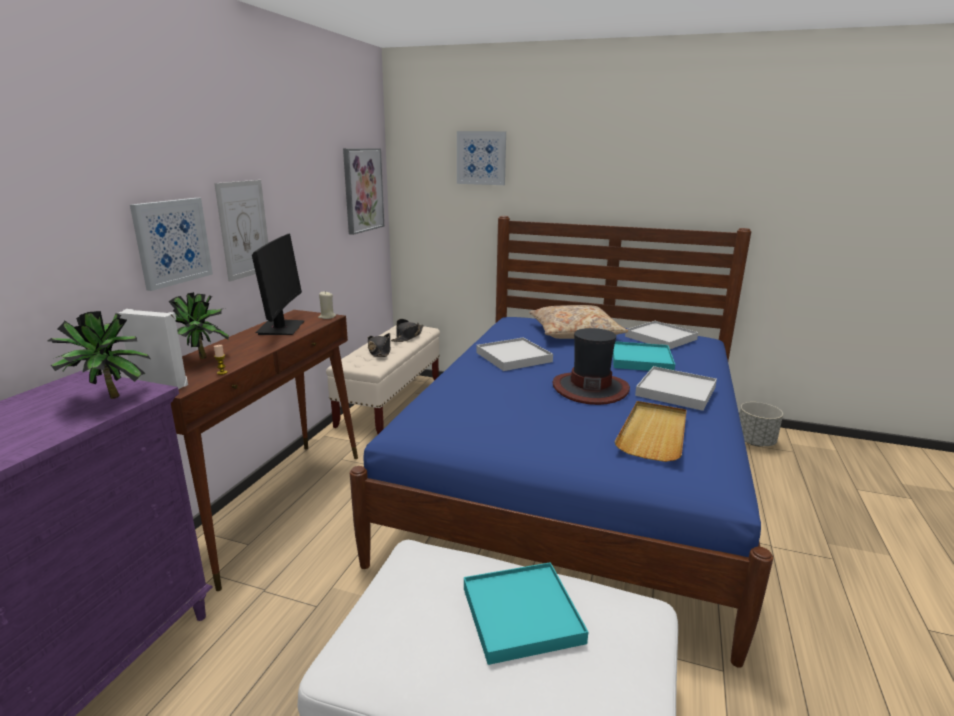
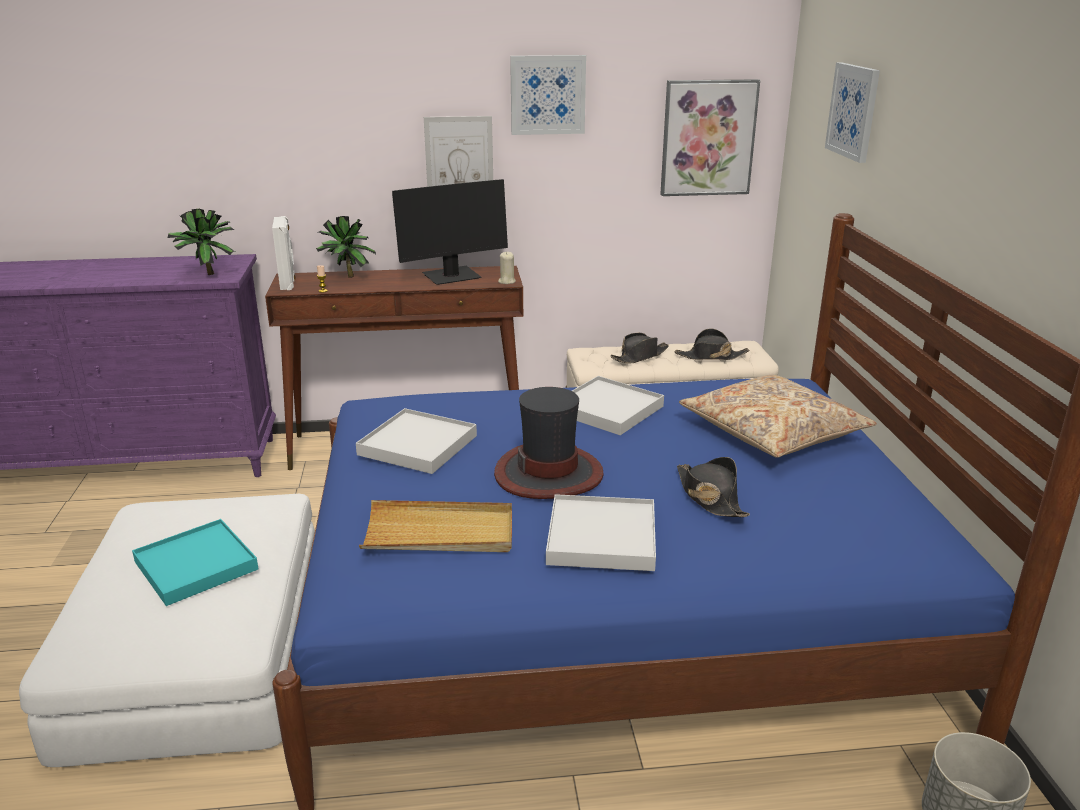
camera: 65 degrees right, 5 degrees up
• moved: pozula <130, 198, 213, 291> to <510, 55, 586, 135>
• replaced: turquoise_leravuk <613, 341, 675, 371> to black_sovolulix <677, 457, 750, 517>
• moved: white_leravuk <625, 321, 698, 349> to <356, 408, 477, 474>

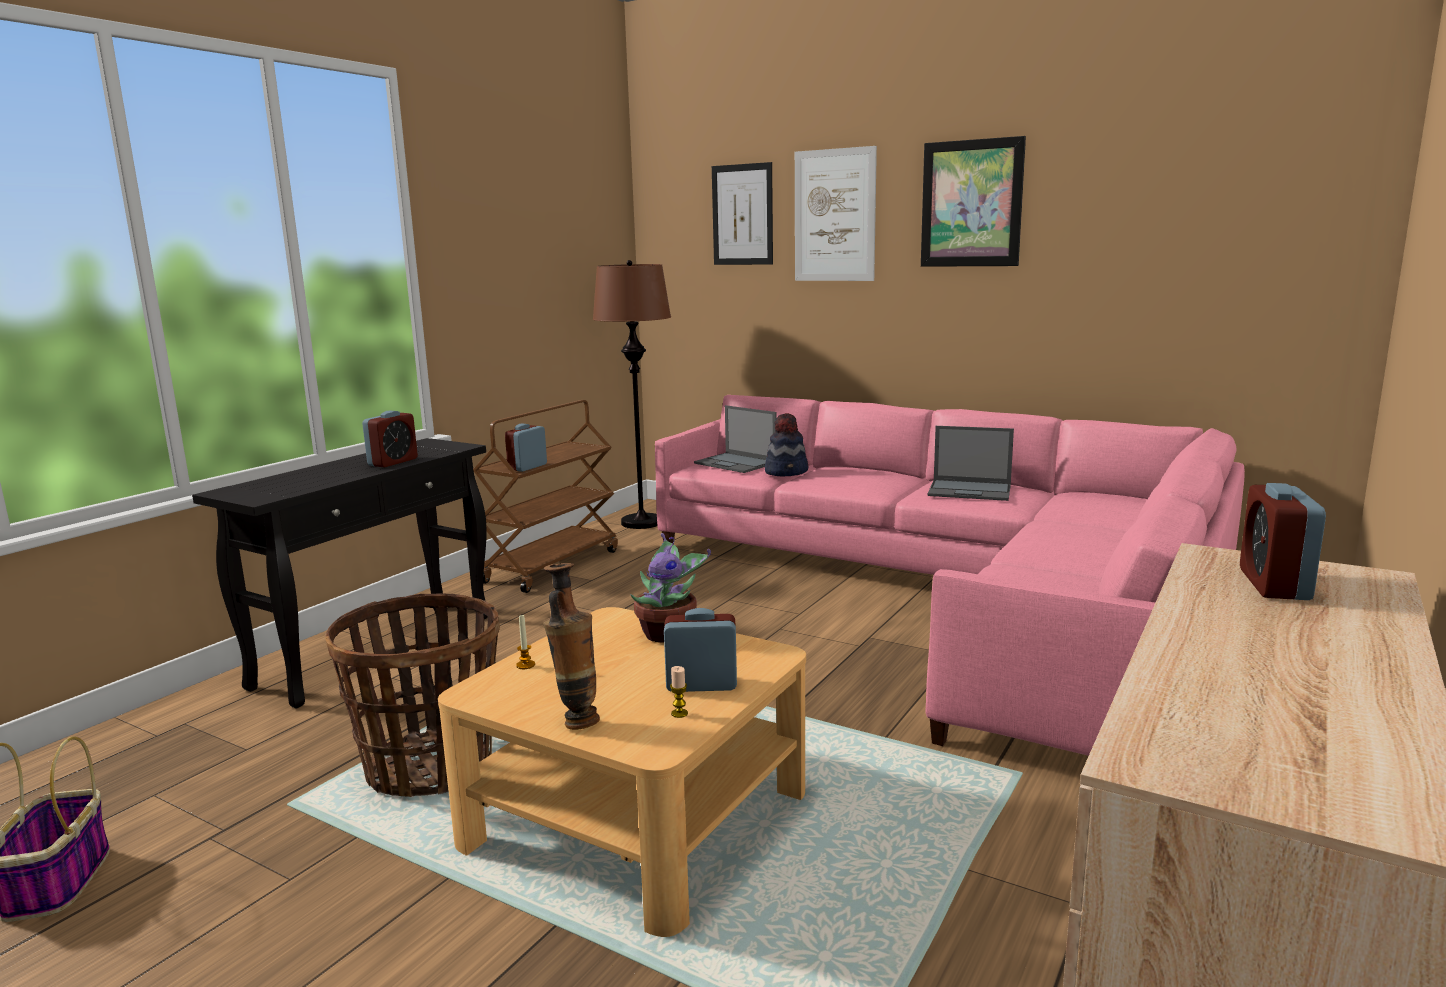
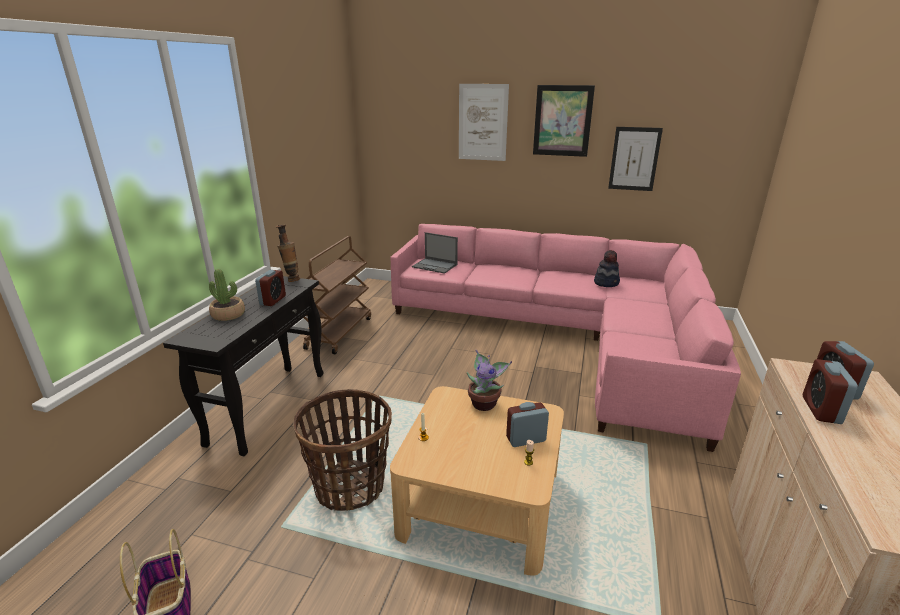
camera: 15 degrees left, 10 degrees up
• moved: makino <505, 424, 547, 472> to <803, 359, 858, 424>
• moved: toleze <543, 563, 600, 730> to <276, 225, 300, 282>
• removed: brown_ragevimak <593, 260, 671, 529>
• moved: pozula <712, 162, 773, 265> to <608, 127, 663, 191>
• moved: sovolulix <765, 413, 808, 476> to <594, 250, 620, 287>
• removed: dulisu <928, 426, 1014, 501>
• added: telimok <209, 269, 245, 321>

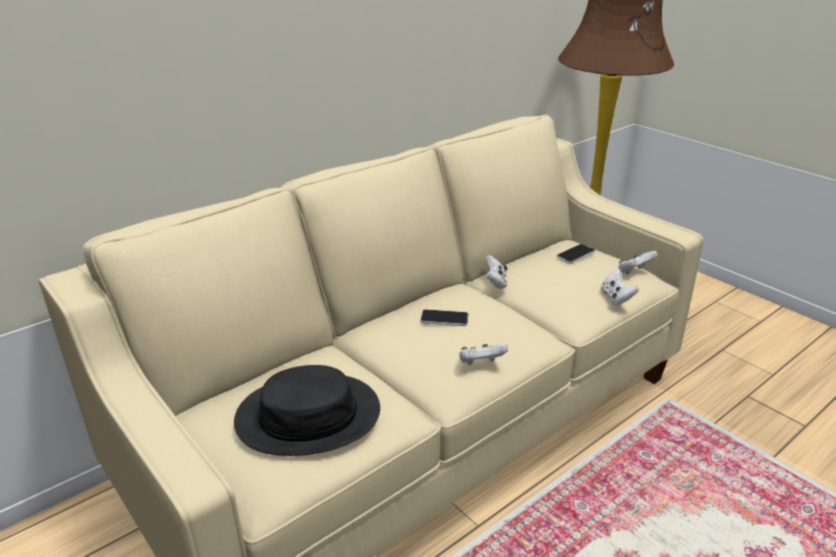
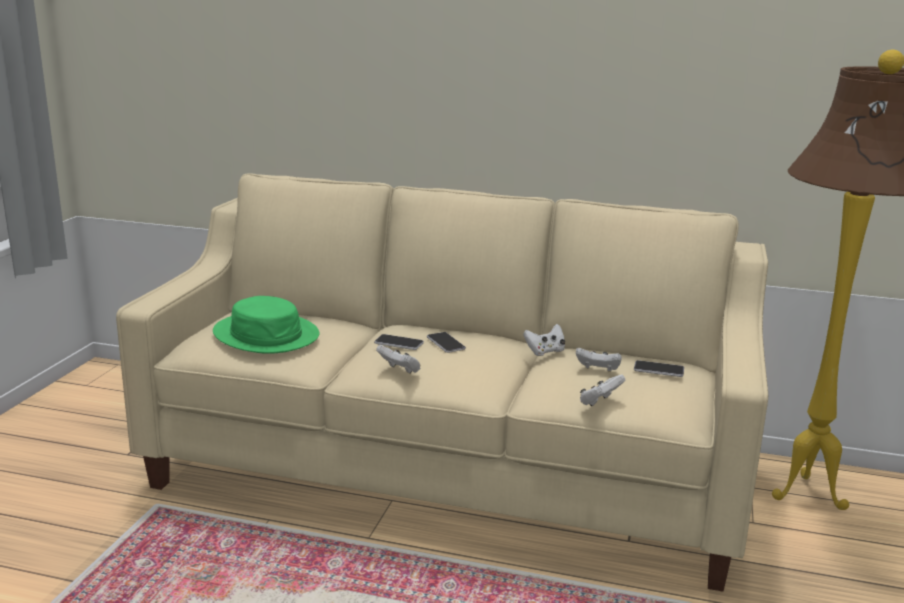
camera: 55 degrees right, 10 degrees down
• recoloured: black_sovolulix <234, 365, 380, 456> to green_sovolulix <213, 296, 320, 354>
• moved: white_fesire <618, 251, 657, 274> to <576, 348, 622, 372>
• added: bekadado <374, 334, 424, 350>

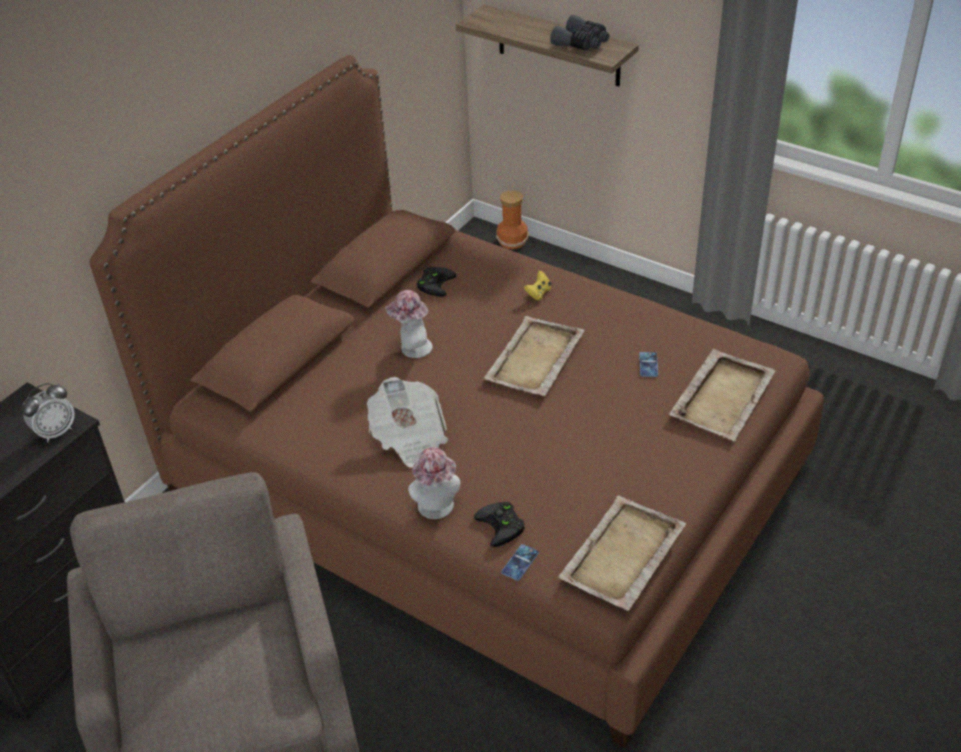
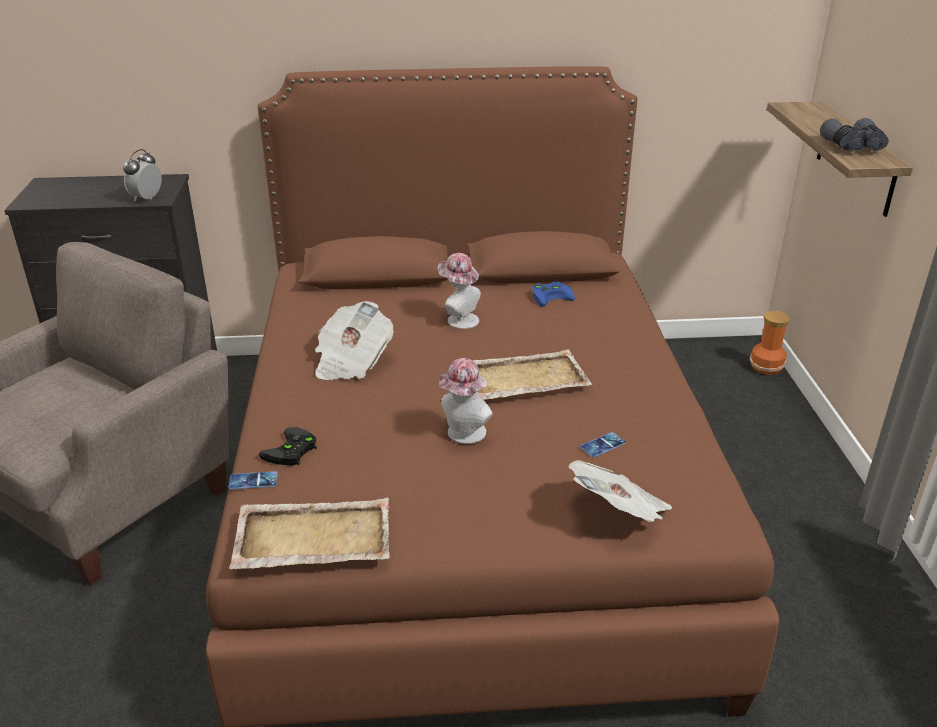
camera: 50 degrees right, 10 degrees down
• turned: makino <21, 383, 75, 442> = <123, 149, 162, 201> 105 degrees clockwise
• moved: sovolulix <408, 447, 460, 519> to <439, 358, 493, 444>
• recoloured: black_fesire <417, 267, 456, 297> to blue_fesire <533, 282, 575, 306>
• removed: yellow_fesire <524, 271, 552, 300>
• replaced: beige_leravuk <669, 349, 776, 441> to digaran <569, 460, 672, 522>

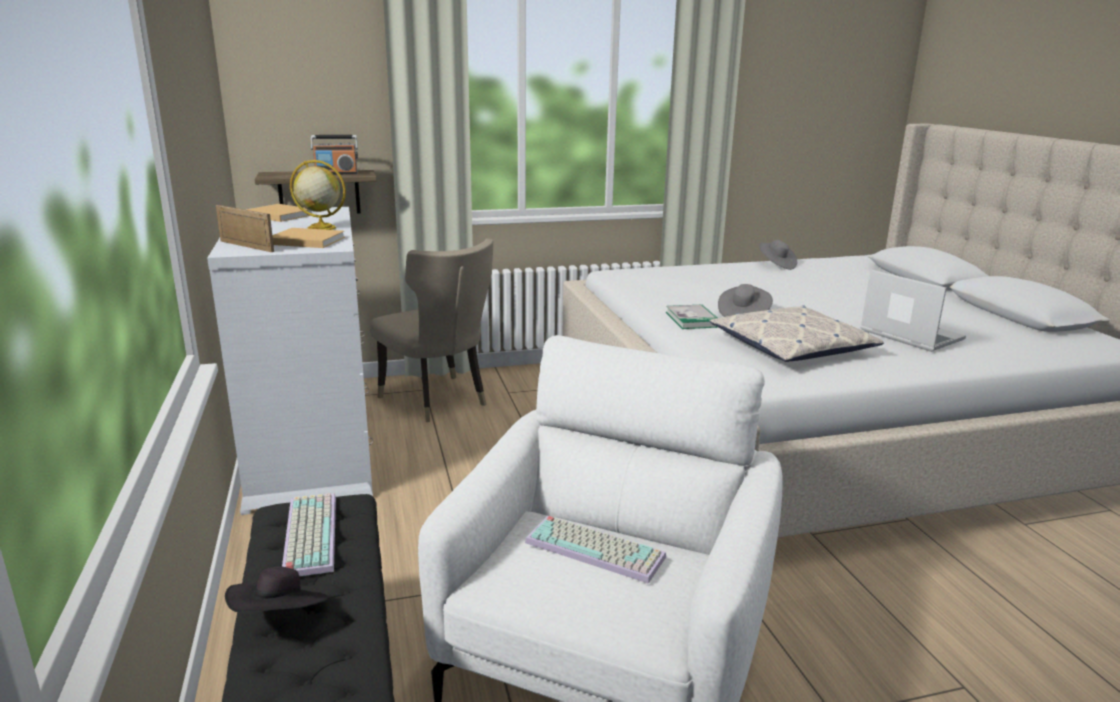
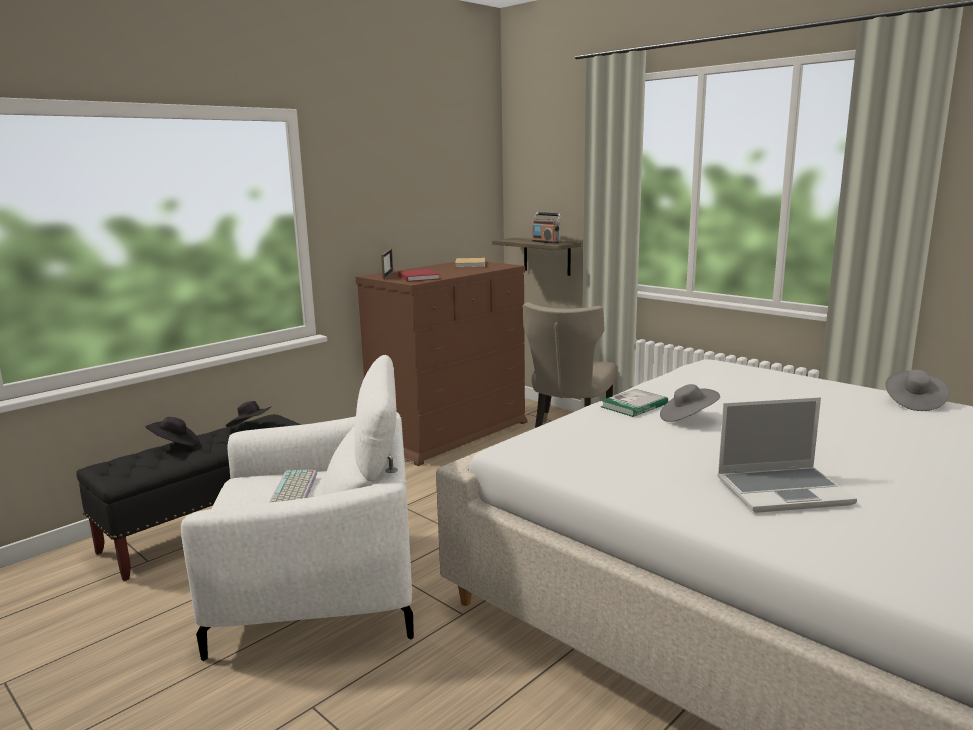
camera: 60 degrees right, 5 degrees down
• recoloured: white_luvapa <207, 207, 373, 515> to brown_luvapa <356, 261, 527, 466>
• recoloured: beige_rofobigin <272, 228, 345, 248> to red_rofobigin <398, 269, 440, 282>
• replaced: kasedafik <282, 493, 336, 576> to black_sovolulix <226, 401, 271, 427>
• removed: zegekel <290, 160, 346, 230>
• removed: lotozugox <710, 305, 884, 362>
• turned: dulisu <860, 269, 966, 352> = <717, 397, 857, 513> 60 degrees clockwise

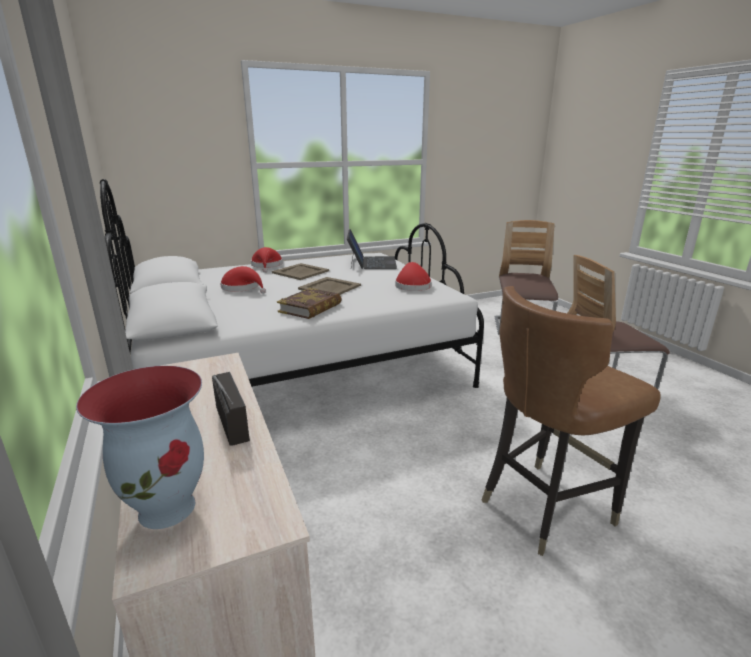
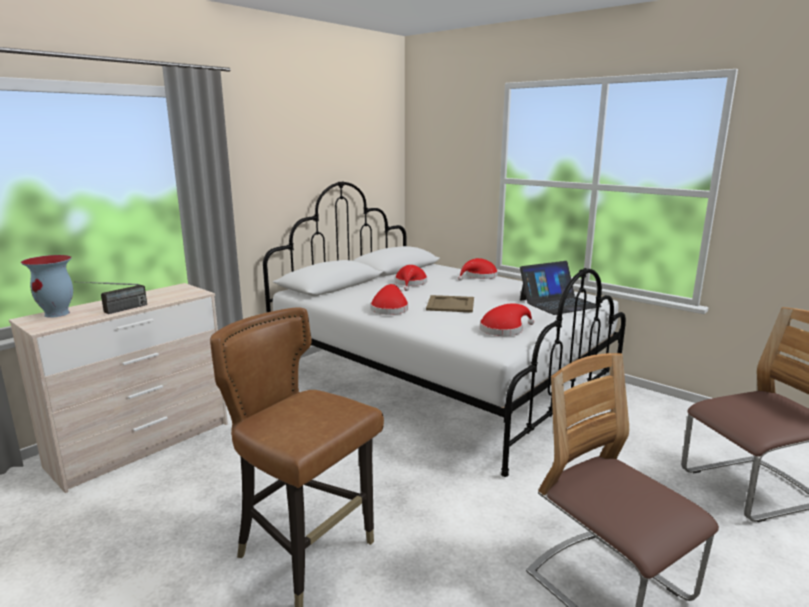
camera: 65 degrees right, 5 degrees down
• removed: beige_leravuk <272, 263, 329, 280>
• replaced: rofobigin <277, 288, 342, 319> to red_sovolulix <370, 284, 408, 315>

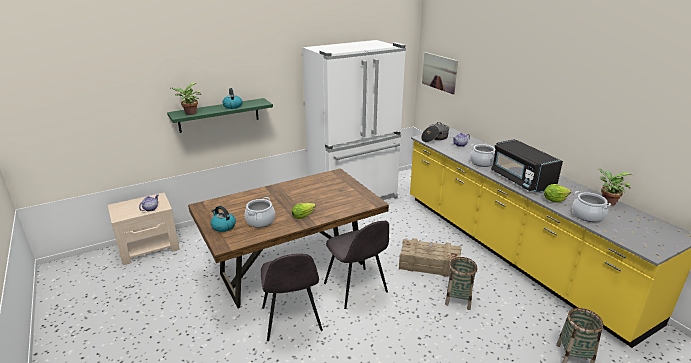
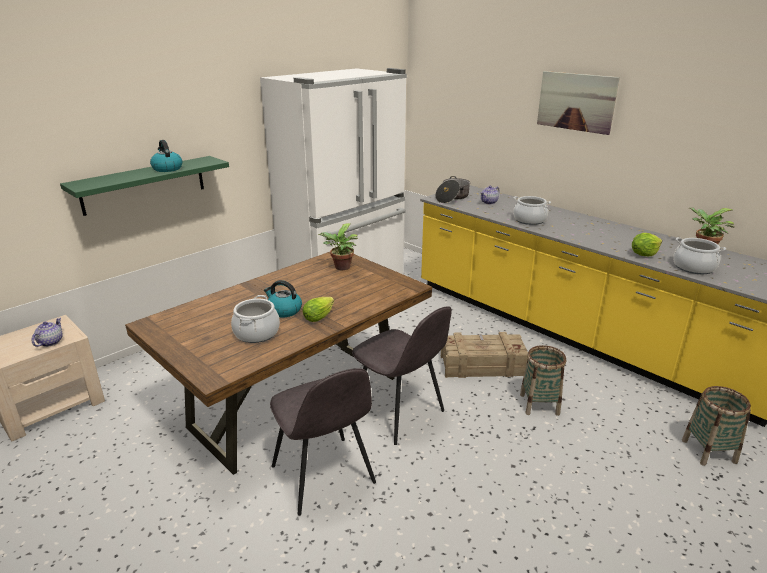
camera: 15 degrees left, 0 degrees up
• moved: telimok <171, 83, 201, 115> to <318, 223, 358, 270>
• moved: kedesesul <211, 206, 236, 232> to <264, 280, 302, 317>
• moved: pozula <422, 52, 458, 94> to <537, 71, 620, 135>
• removed: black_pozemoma <491, 139, 563, 193>

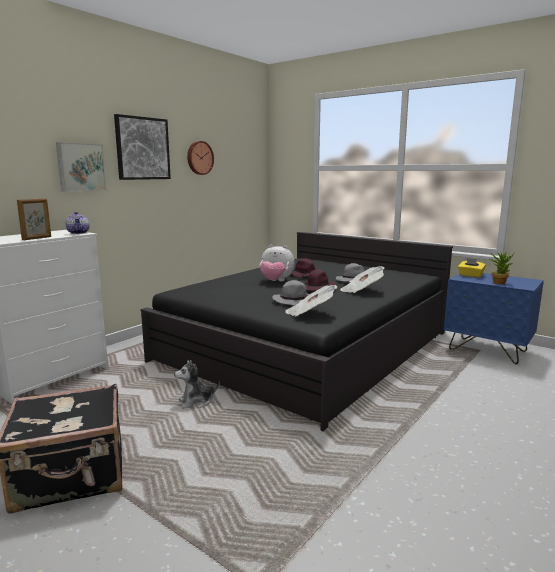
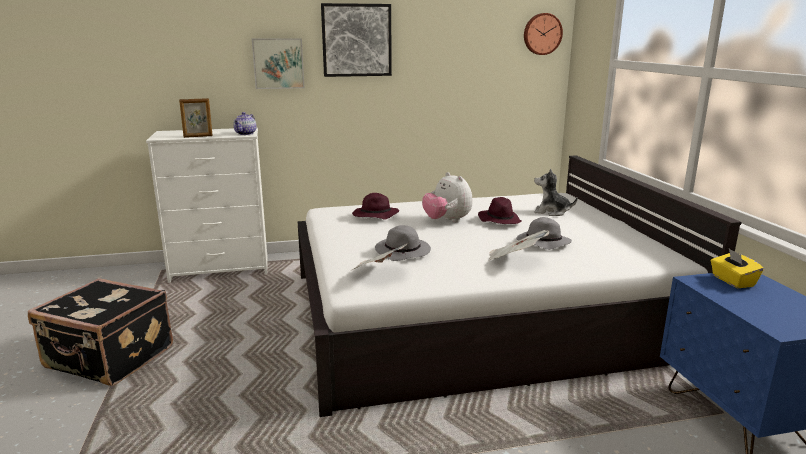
camera: 40 degrees right, 5 degrees up
• recoloured: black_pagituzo <140, 232, 453, 432> to white_pagituzo <297, 155, 742, 417>
• moved: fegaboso <174, 360, 220, 409> to <534, 169, 578, 216>
• moved: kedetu <187, 141, 214, 175> to <524, 13, 563, 55>
• moved: purple_sovolulix <305, 270, 336, 291> to <352, 193, 399, 220>
• removed: telimok <488, 252, 514, 284>

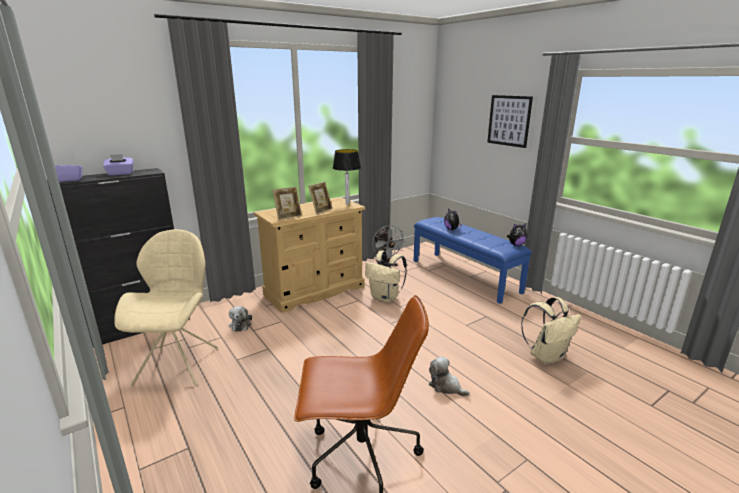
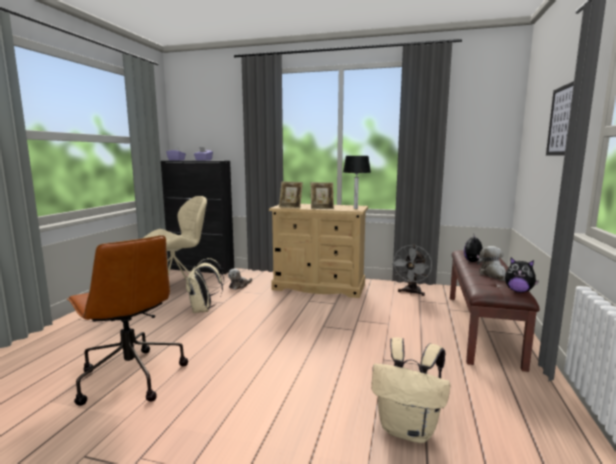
camera: 50 degrees right, 10 degrees down
• moved: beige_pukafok <365, 251, 407, 303> to <185, 258, 224, 313>
• recoloured: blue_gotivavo <414, 217, 532, 304> to brown_gotivavo <450, 250, 540, 372>
• moved: fegaboso <429, 356, 470, 397> to <477, 246, 506, 281>

